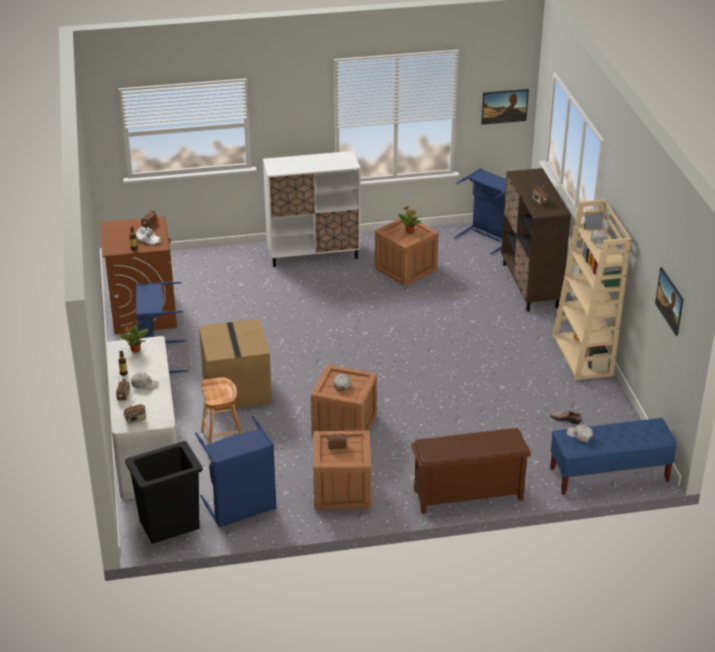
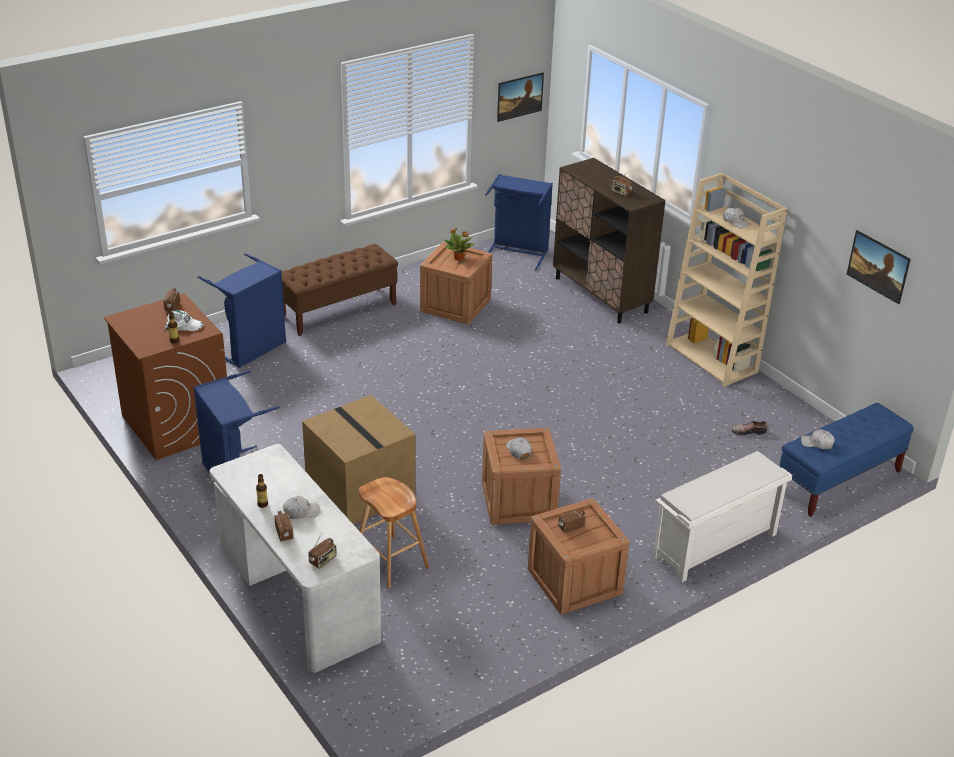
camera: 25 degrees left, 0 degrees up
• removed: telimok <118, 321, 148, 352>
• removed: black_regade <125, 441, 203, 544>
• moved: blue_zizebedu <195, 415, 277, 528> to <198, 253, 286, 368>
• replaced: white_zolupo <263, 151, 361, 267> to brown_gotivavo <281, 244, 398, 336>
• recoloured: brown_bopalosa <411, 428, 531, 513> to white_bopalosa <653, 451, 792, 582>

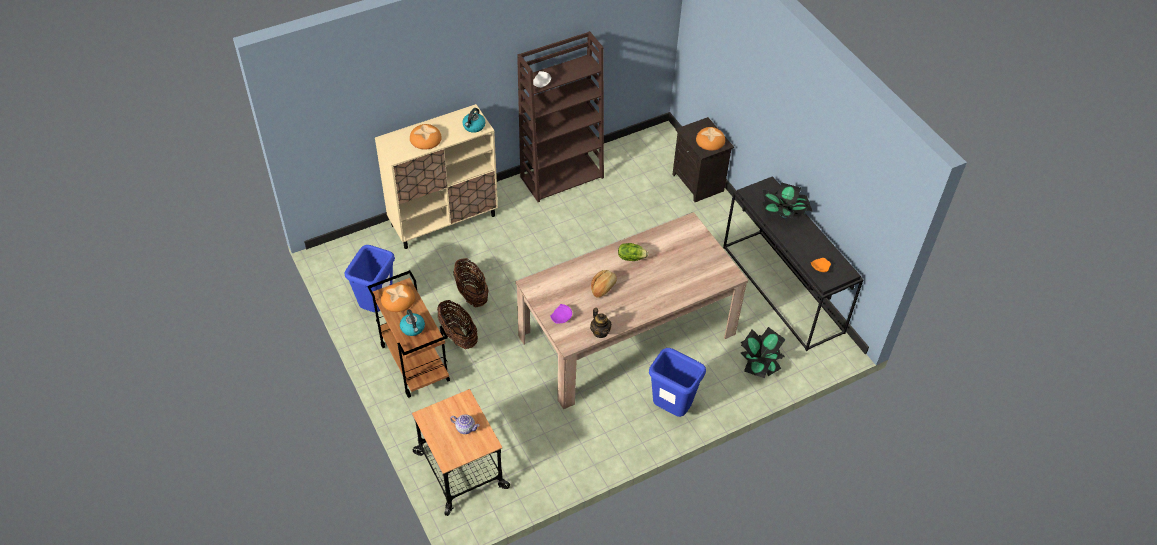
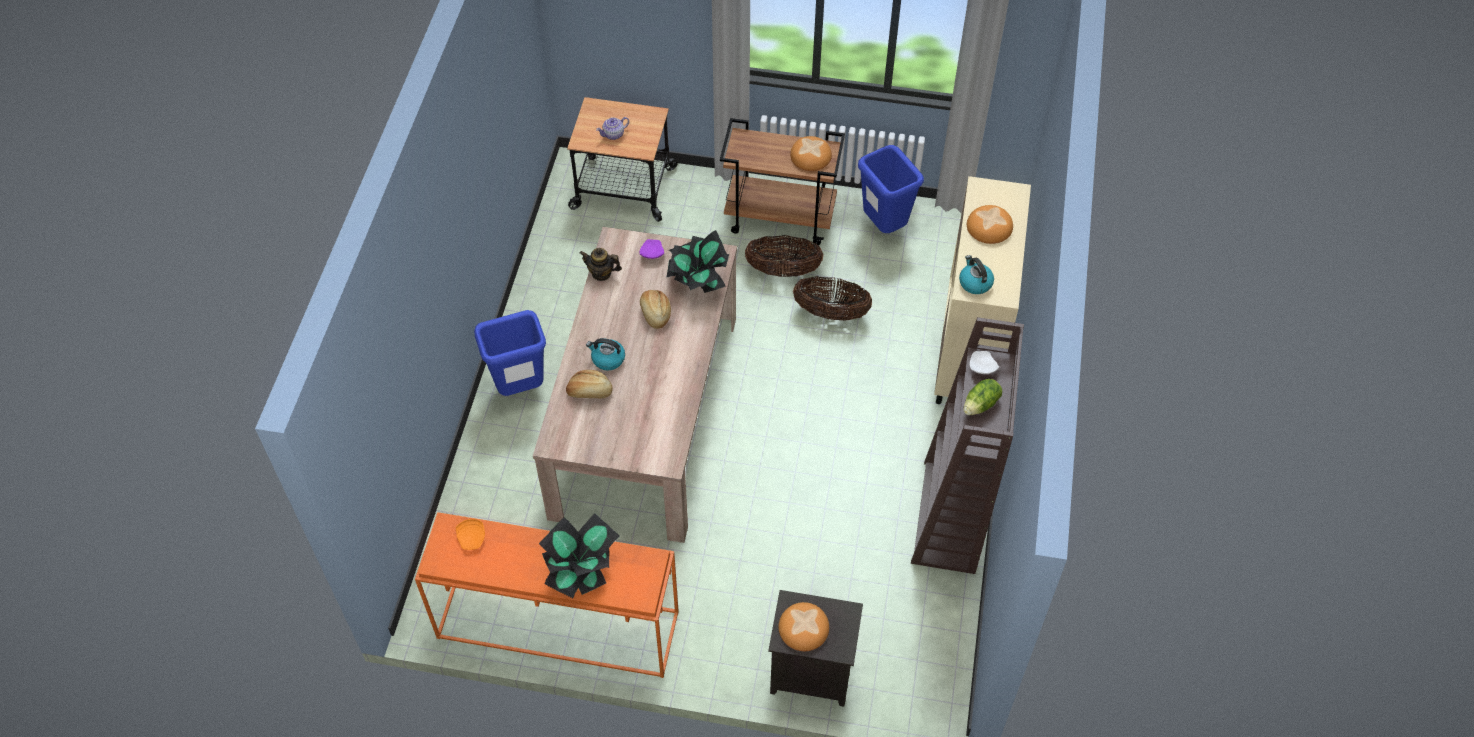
camera: 130 degrees right, 5 degrees up
• moved: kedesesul <400, 309, 425, 336> to <586, 338, 625, 370>
• moved: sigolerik <618, 243, 648, 261> to <963, 379, 1002, 415>
• recoloured: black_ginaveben <723, 176, 864, 351> to orange_ginaveben <415, 512, 679, 678>
• moved: telimok <741, 327, 786, 378> to <666, 230, 729, 293>
• added: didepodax <566, 370, 613, 398>

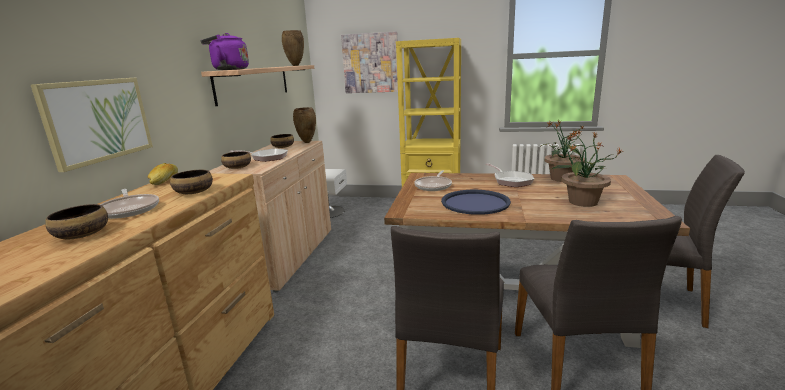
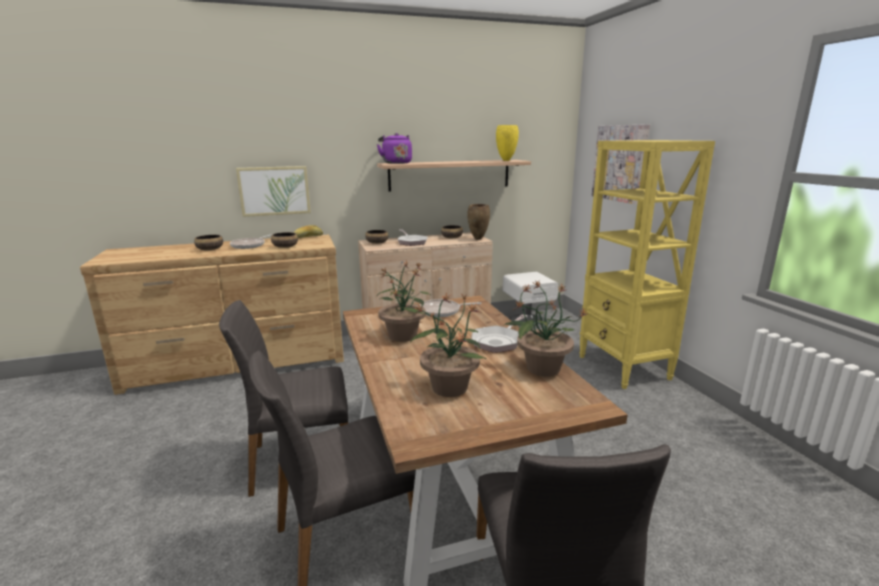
camera: 60 degrees right, 0 degrees up
• recoloured: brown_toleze <282, 30, 304, 66> to yellow_toleze <496, 125, 519, 161>
• replaced: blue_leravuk <441, 190, 511, 215> to telimok <378, 261, 429, 342>

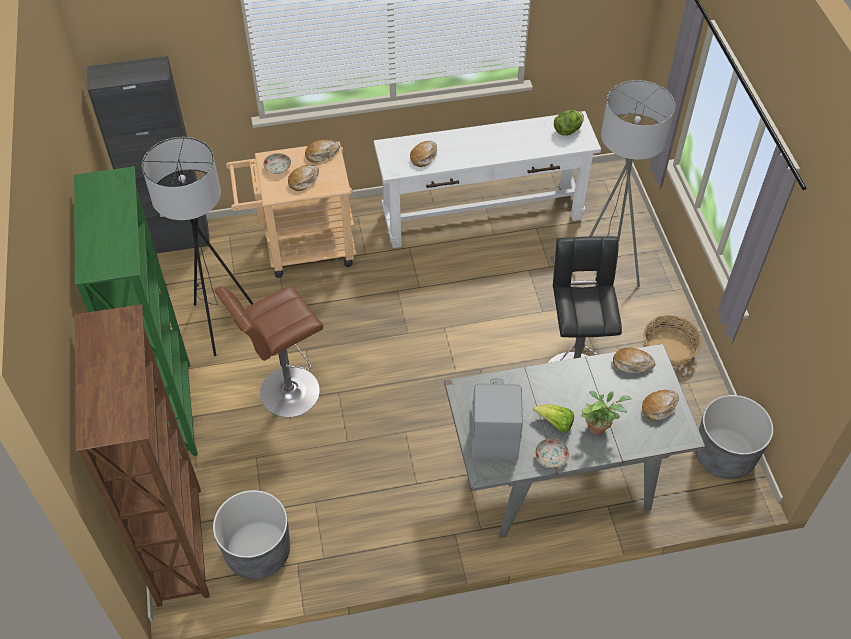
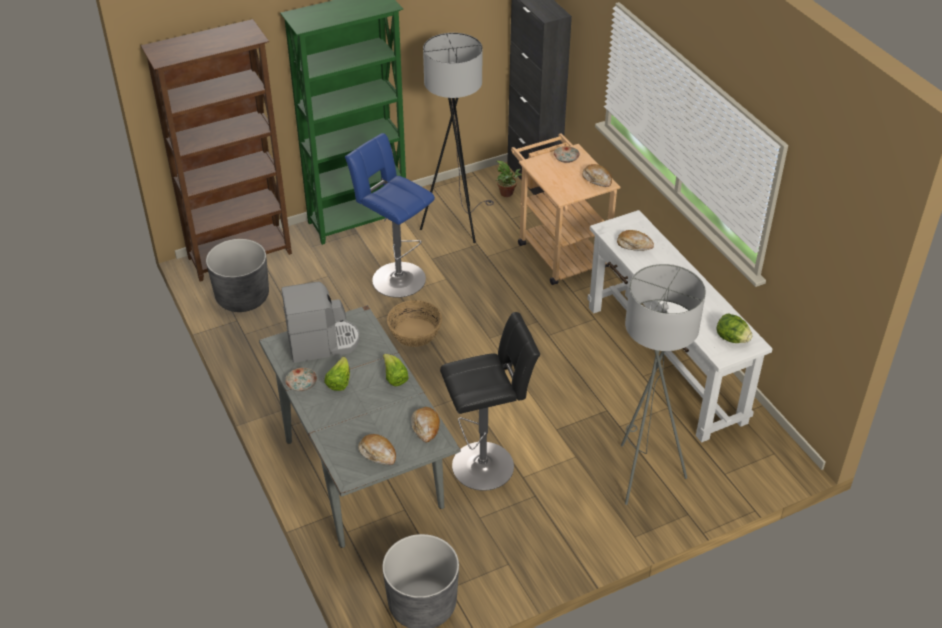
camera: 75 degrees right, 10 degrees down
• recoloured: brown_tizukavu <214, 286, 323, 417> to blue_tizukavu <345, 133, 435, 298>
• removed: didepodax <288, 165, 319, 191>
• moved: telimok <581, 391, 632, 435> to <496, 161, 522, 197>
• moved: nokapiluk <644, 315, 702, 367> to <387, 300, 442, 347>
• added: sigolerik <383, 354, 409, 386>

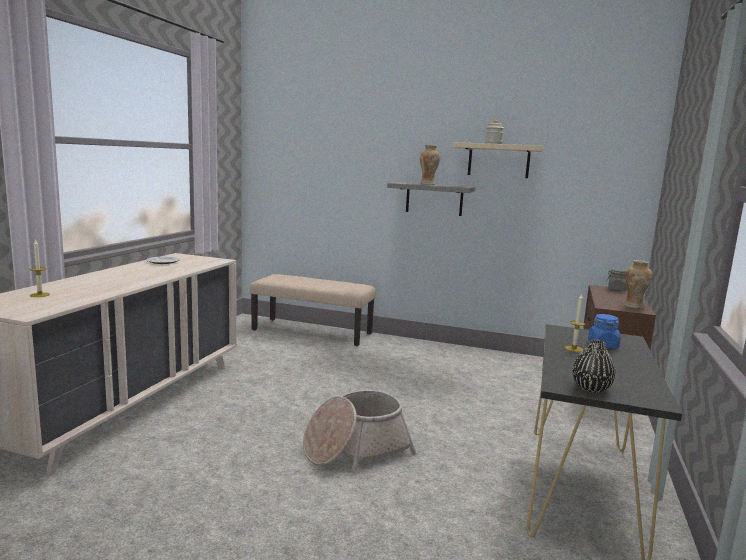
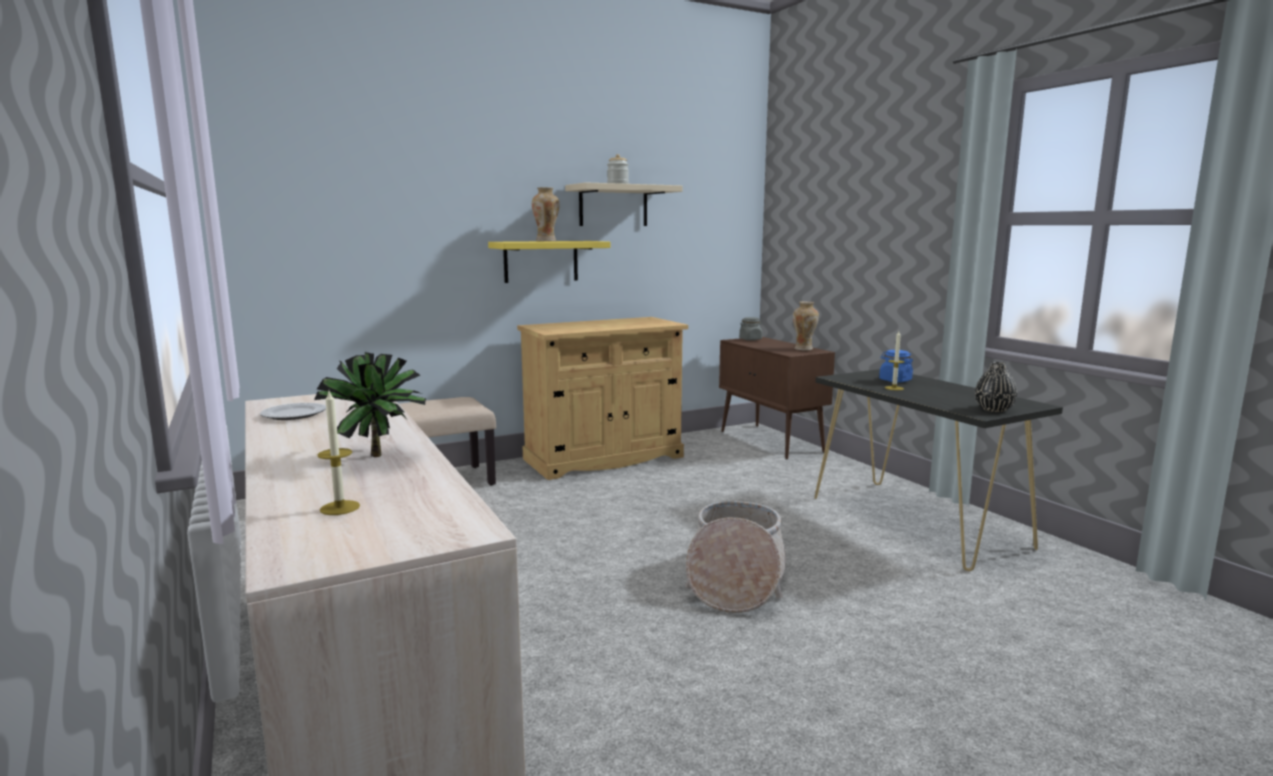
camera: 45 degrees left, 0 degrees up
• recoloured: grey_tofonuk <387, 182, 475, 216> to yellow_tofonuk <488, 241, 610, 283>
• added: telimok <314, 352, 426, 457>
• added: beige_zolupo <517, 317, 688, 480>

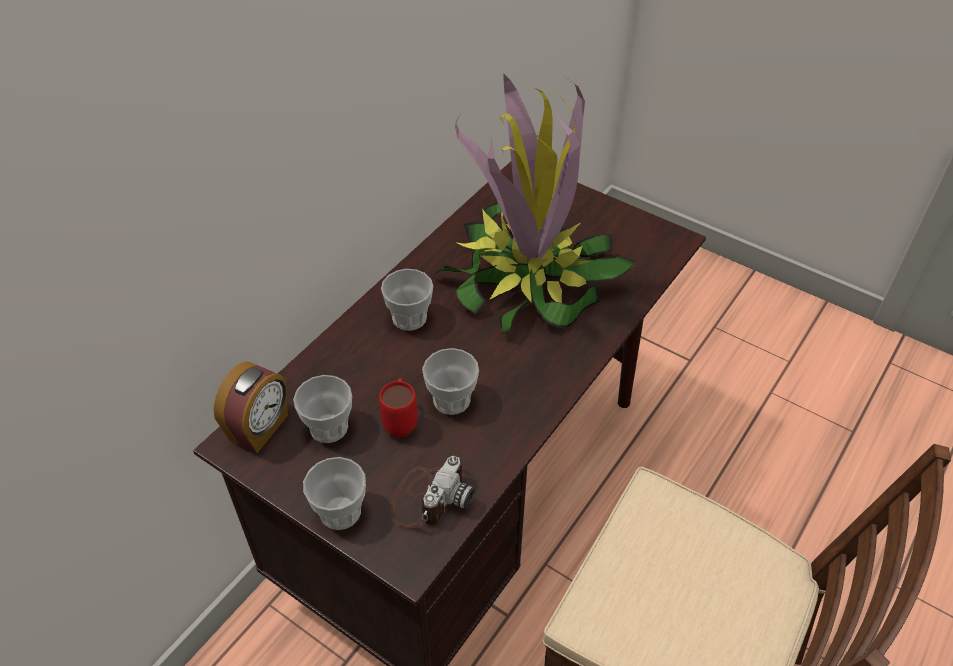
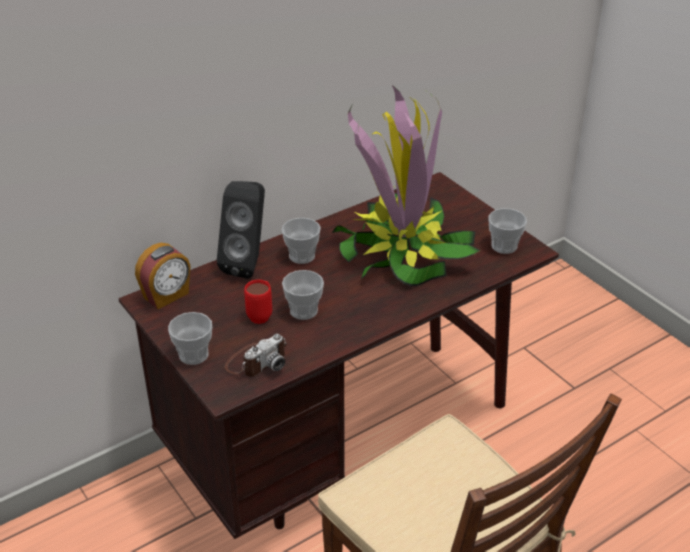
camera: 20 degrees right, 10 degrees down
• moved: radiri <293, 375, 352, 443> to <488, 208, 527, 254>
• added: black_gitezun <217, 181, 265, 279>

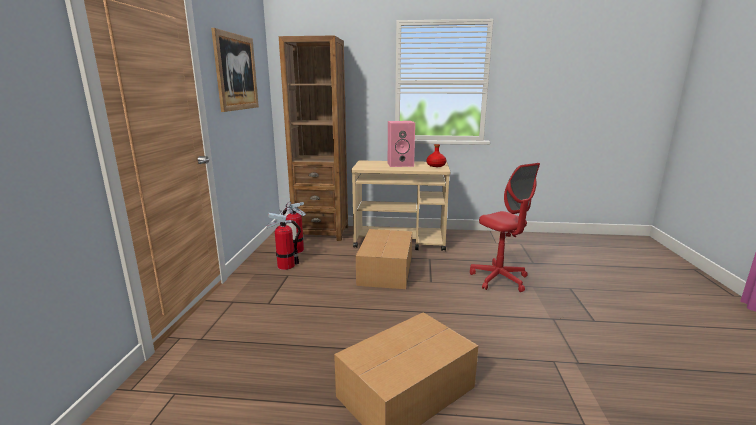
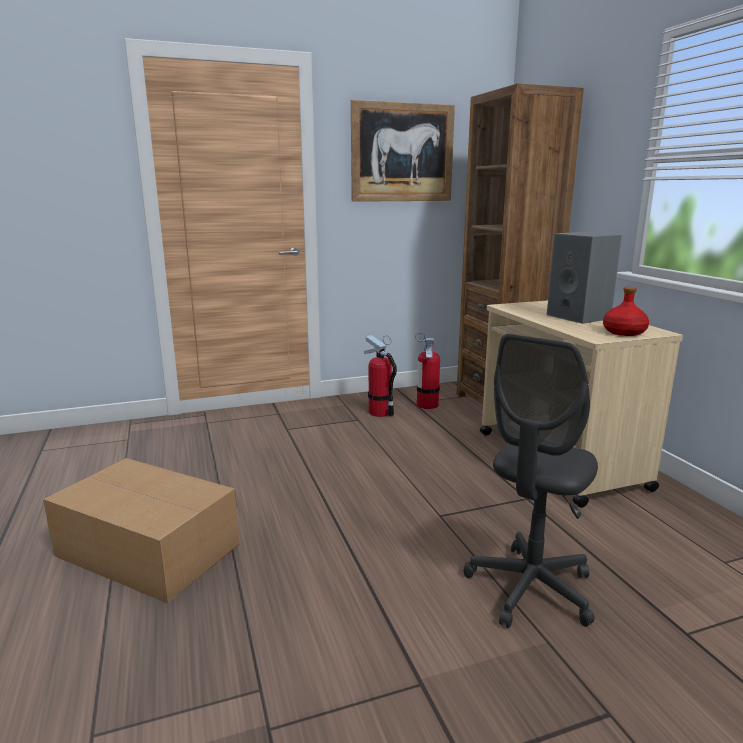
camera: 65 degrees right, 0 degrees up
• removed: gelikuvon <356, 229, 412, 289>
• recoloured: pink_gitezun <388, 121, 415, 167> to grey_gitezun <547, 232, 622, 324>
• recoloured: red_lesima <470, 163, 540, 292> to grey_lesima <463, 334, 598, 628>

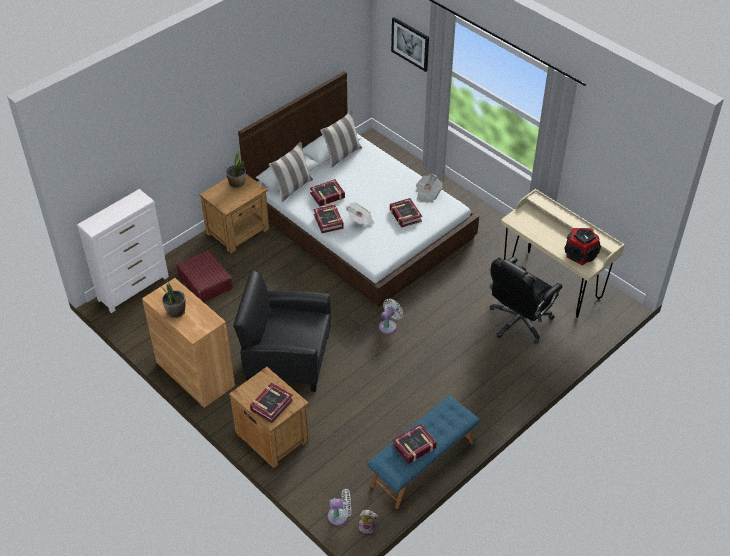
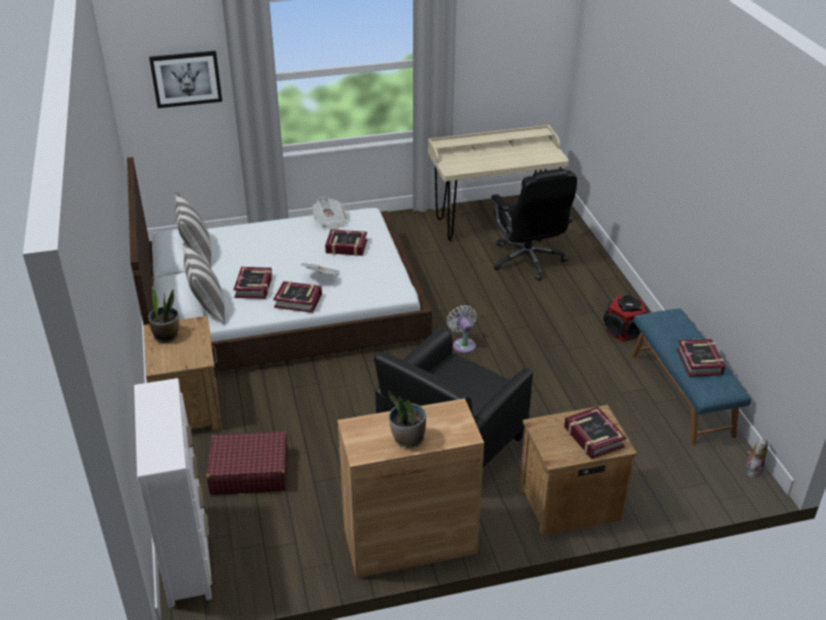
camera: 60 degrees left, 10 degrees down
• removed: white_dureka <328, 489, 351, 525>
• moved: gitezun <564, 228, 601, 265> to <603, 295, 648, 342>

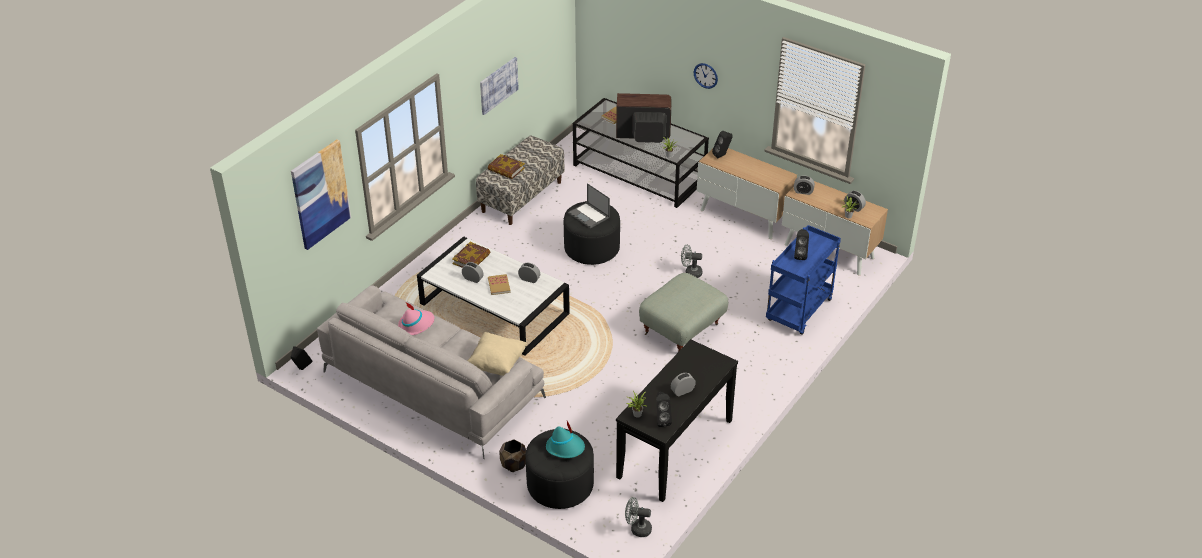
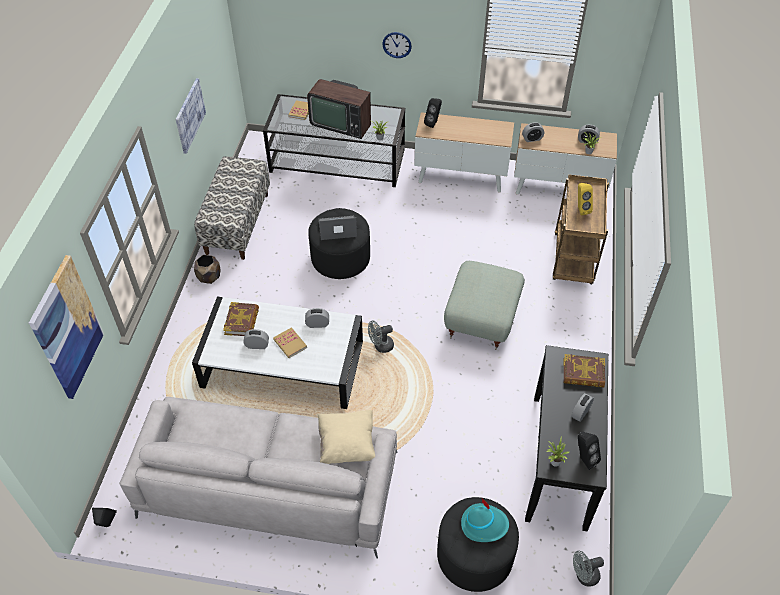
camera: 25 degrees left, 10 degrees up
• removed: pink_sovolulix <398, 303, 434, 335>
• moved: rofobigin <488, 154, 525, 179> to <563, 354, 605, 388>
• moved: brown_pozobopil <499, 439, 526, 472> to <194, 255, 221, 284>
• turned: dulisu <568, 183, 610, 229> = <319, 216, 357, 240> 150 degrees clockwise
• turned: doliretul <616, 93, 671, 143> = <307, 79, 371, 139> 135 degrees counterclockwise
• moved: grey_dureka <681, 245, 703, 278> to <368, 320, 394, 353>
• recoloured: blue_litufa <766, 225, 841, 335> to brown_litufa <553, 175, 609, 284>
• recoloured: black_gitezun <794, 229, 809, 260> to yellow_gitezun <578, 183, 593, 215>

